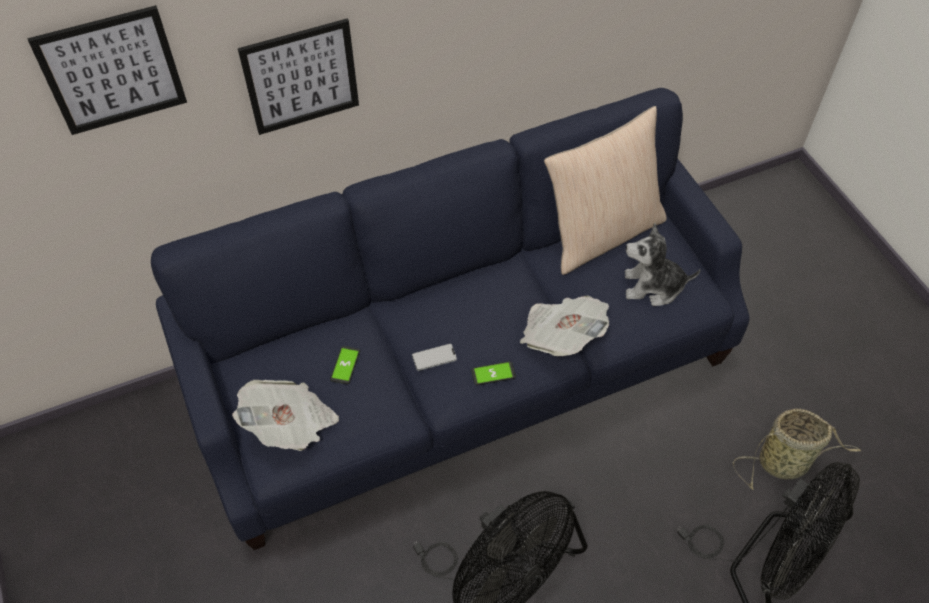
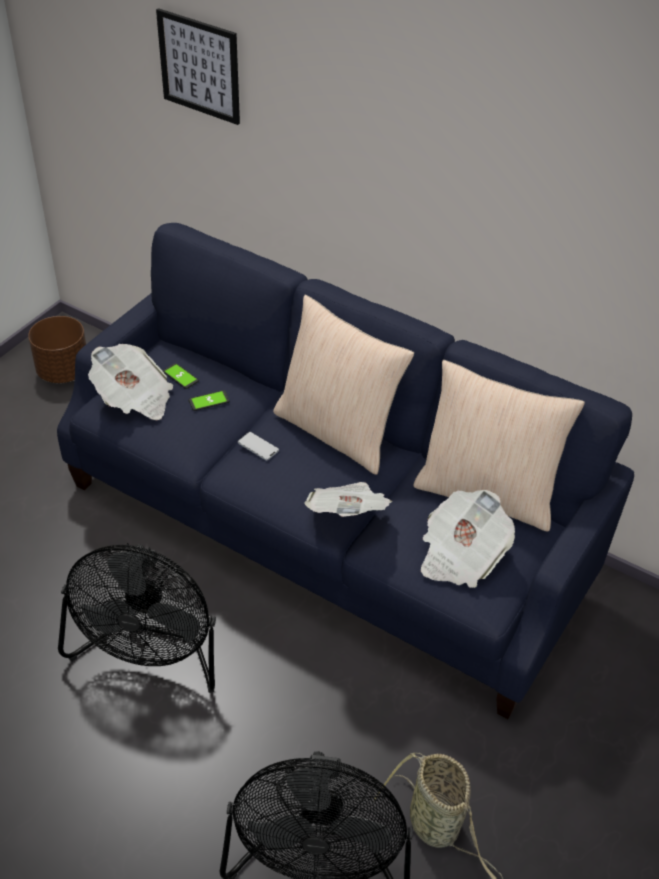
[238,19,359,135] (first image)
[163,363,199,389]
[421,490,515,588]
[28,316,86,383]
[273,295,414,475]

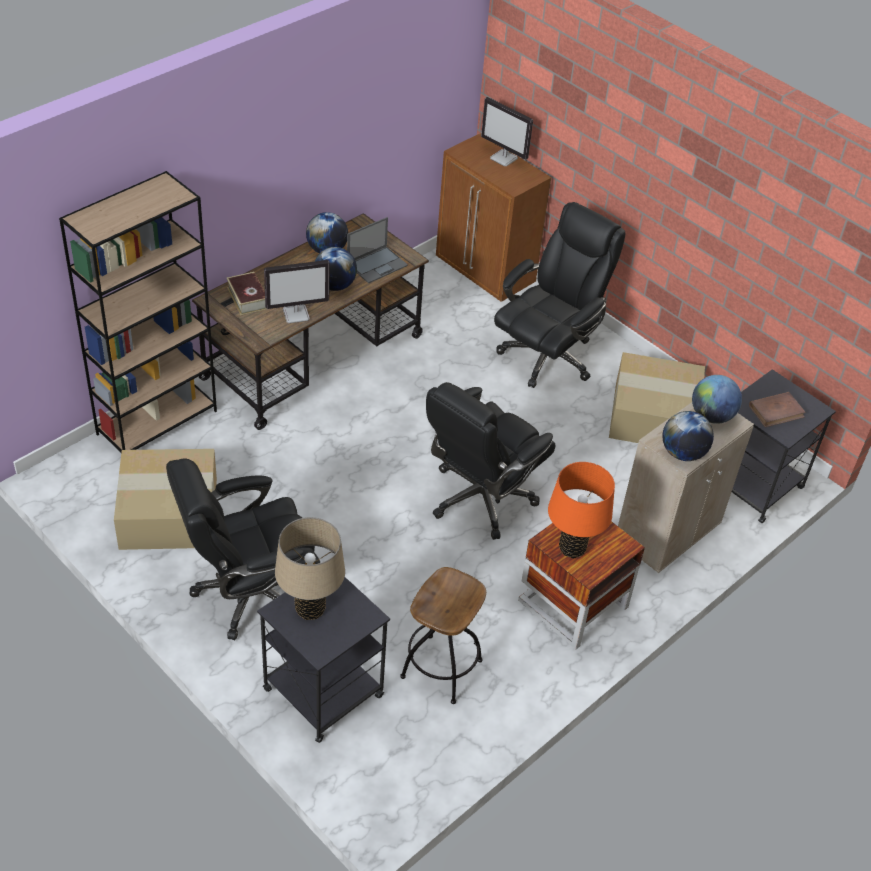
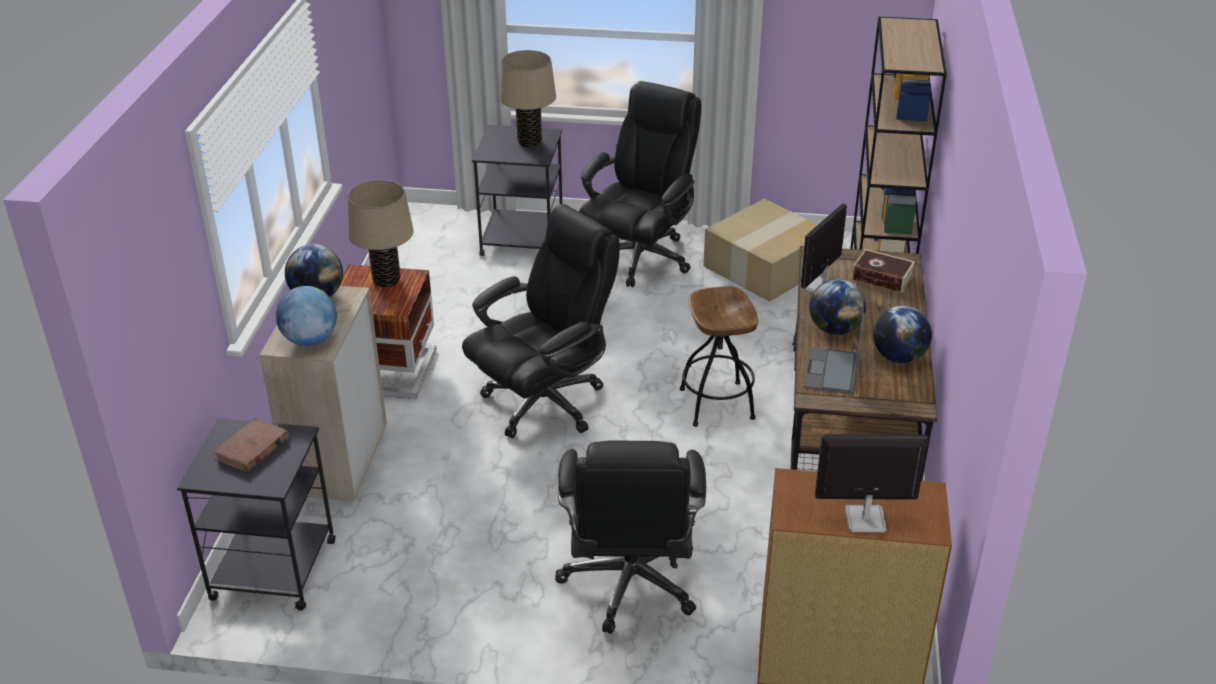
[680,286,758,427]
[462,204,620,438]
[348,180,414,288]
[609,352,705,443] (first image)

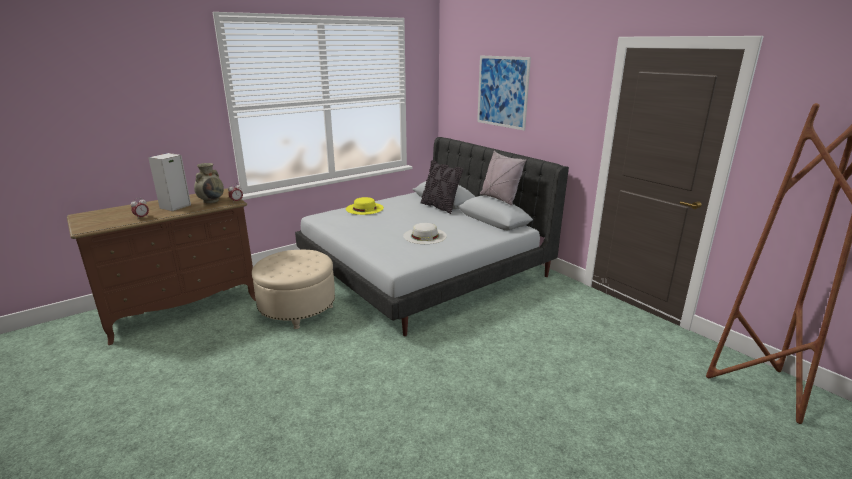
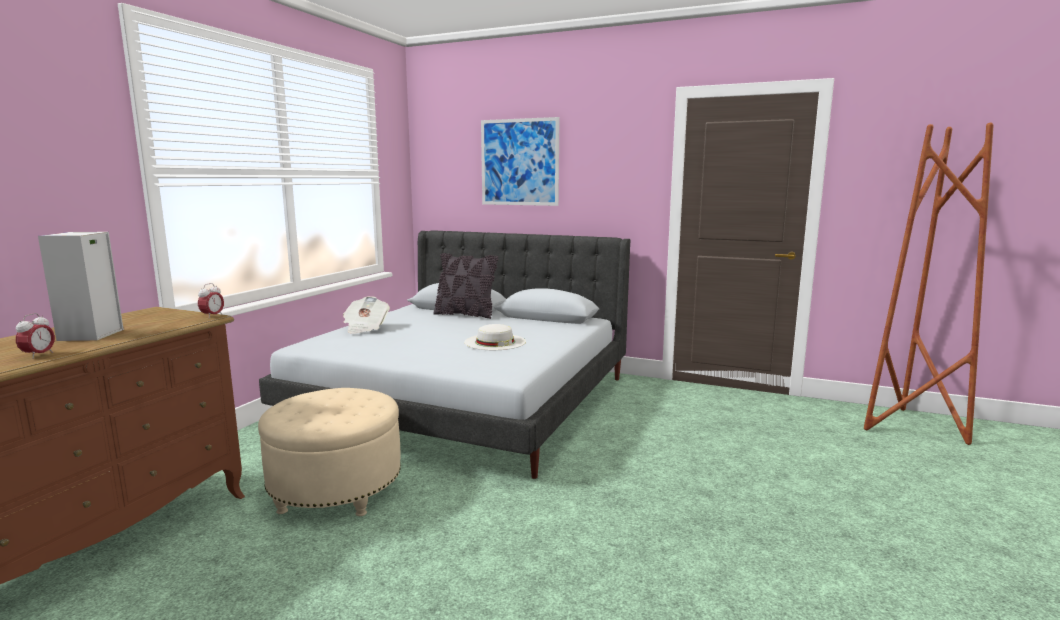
[194,163,224,203] (first image)
[343,296,390,334]
[480,151,526,205] (first image)

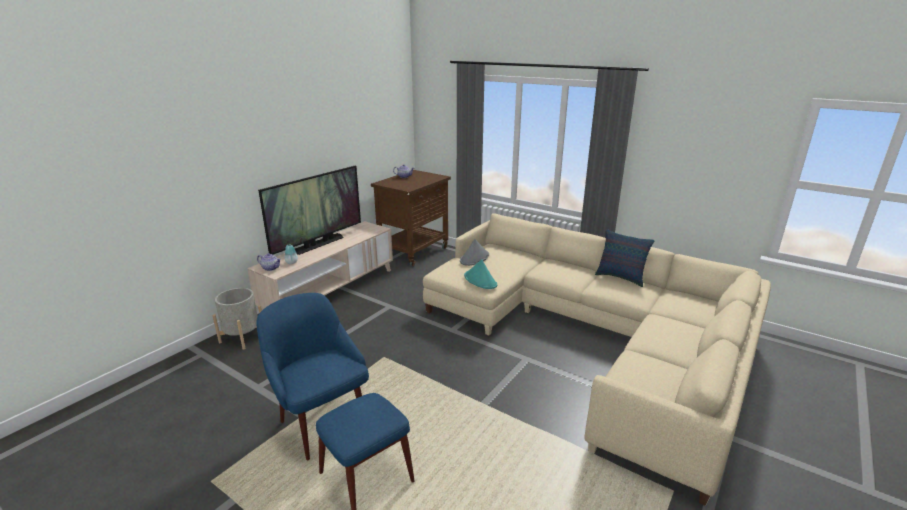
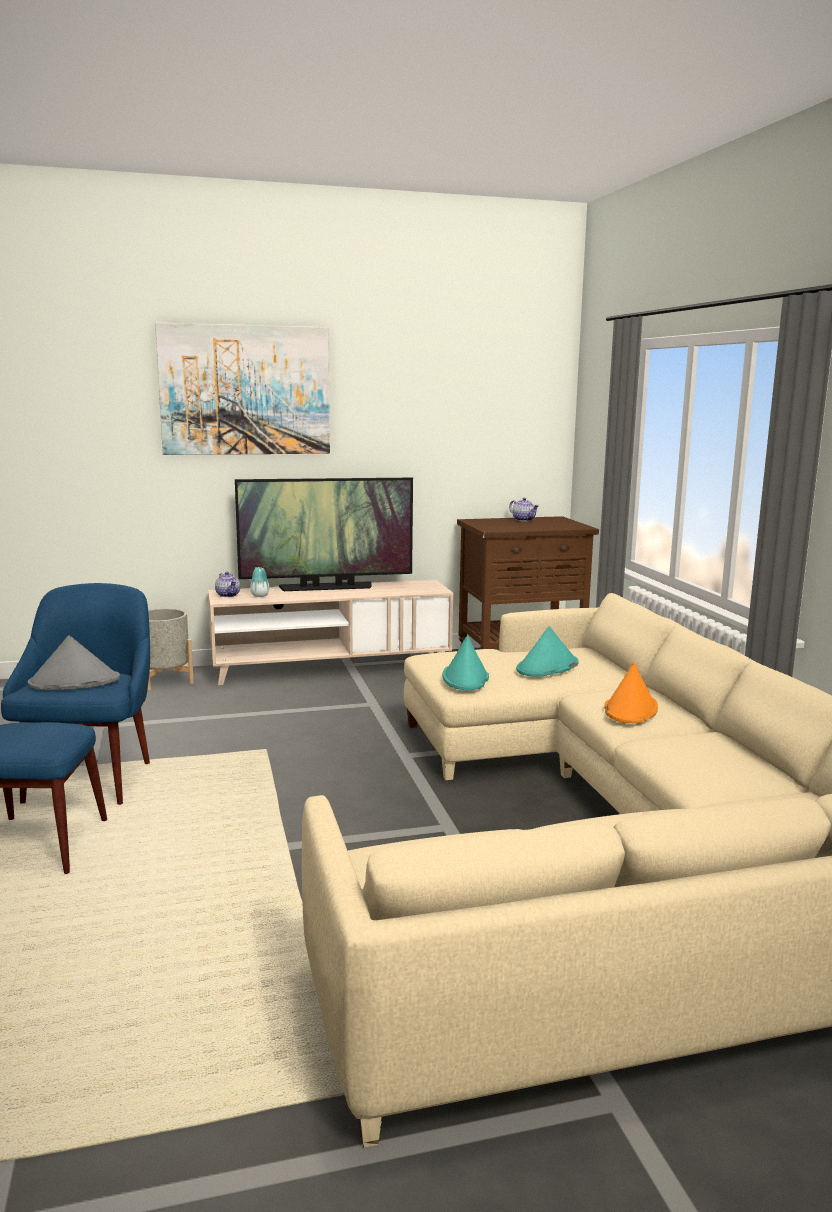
[28,635,120,690]
[595,229,655,287] (first image)
[155,323,330,455]
[516,626,579,677]
[604,662,658,723]

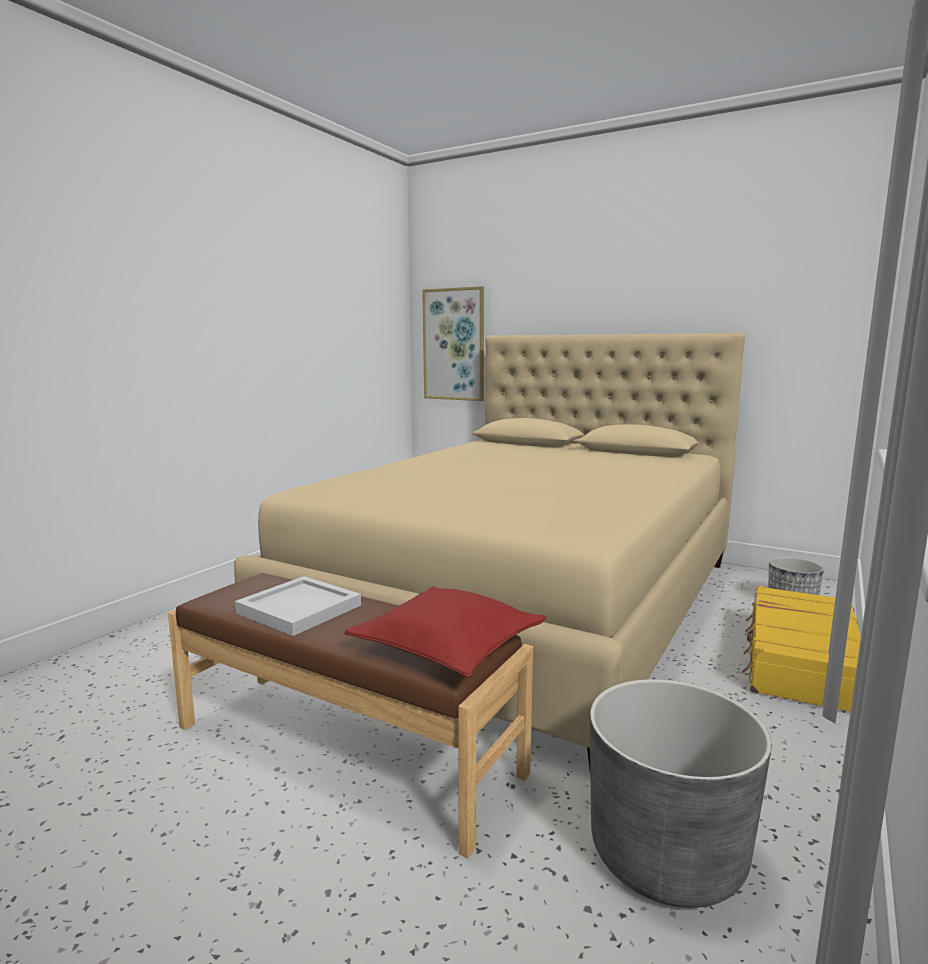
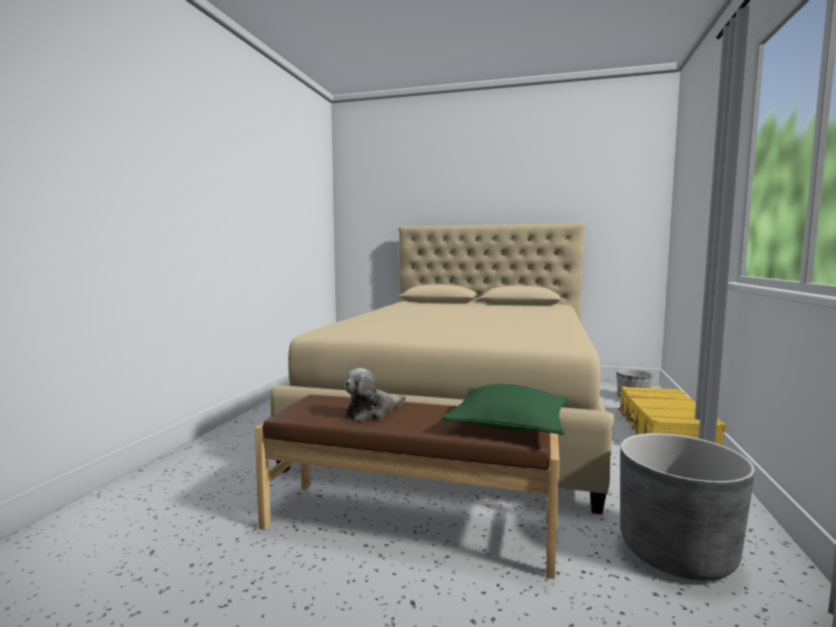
[344,368,406,422]
[442,384,569,435]
[422,286,484,401] (first image)

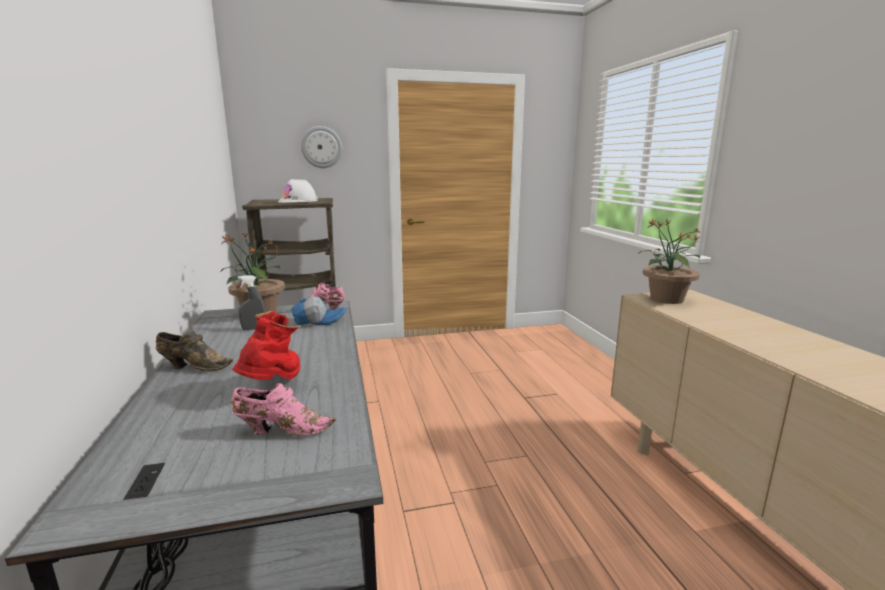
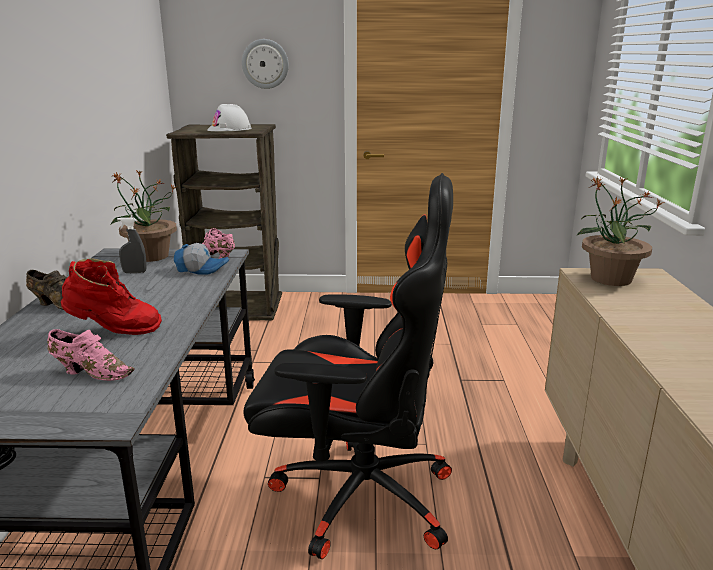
[61,258,162,335]
[243,173,453,559]

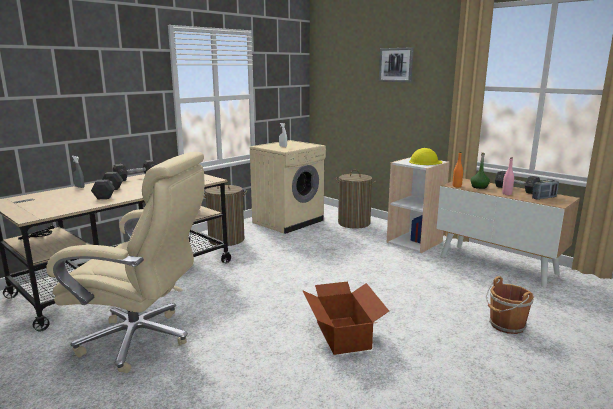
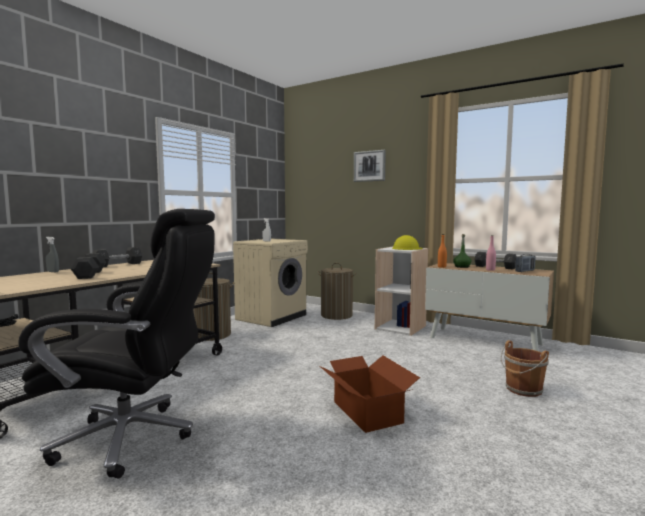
[18,209,215,478]

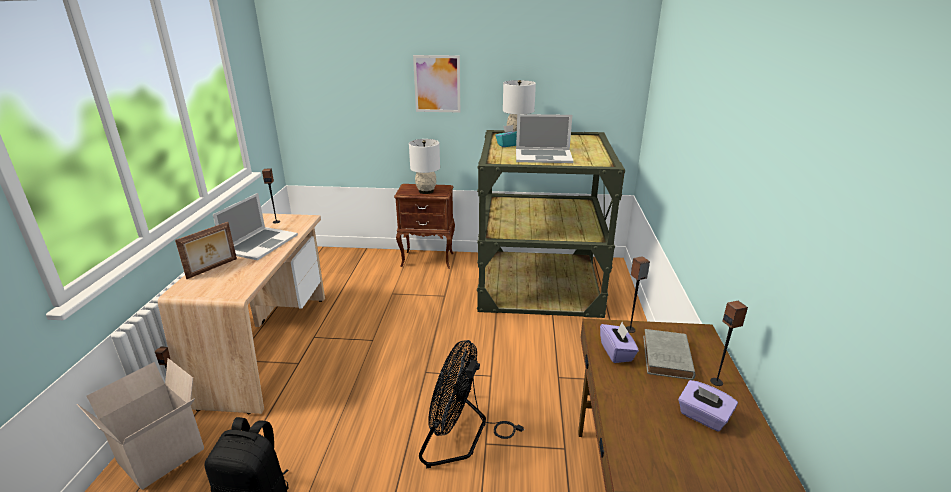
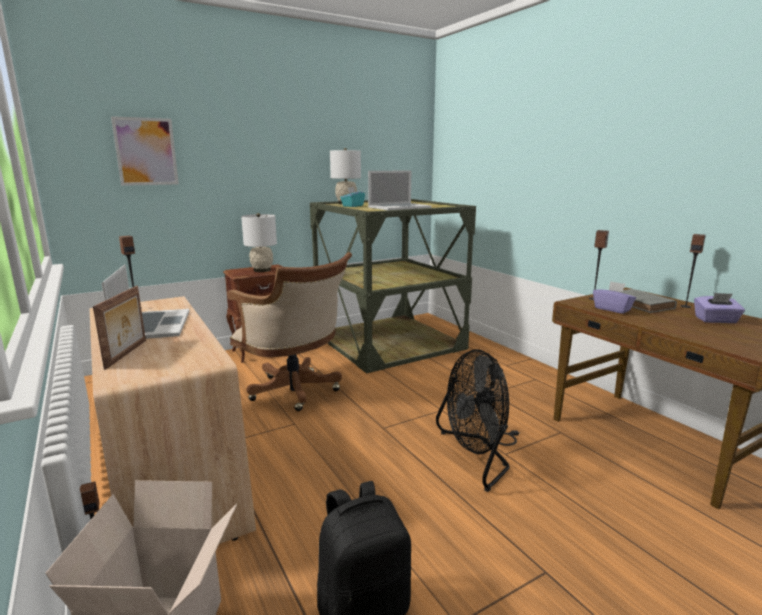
[111,116,179,186]
[227,252,352,411]

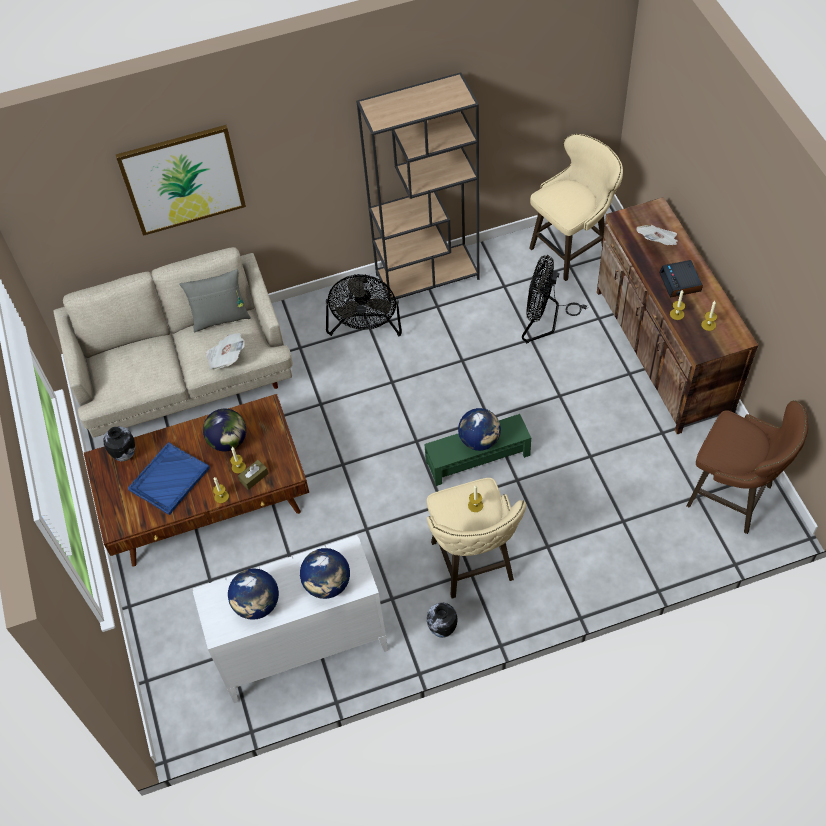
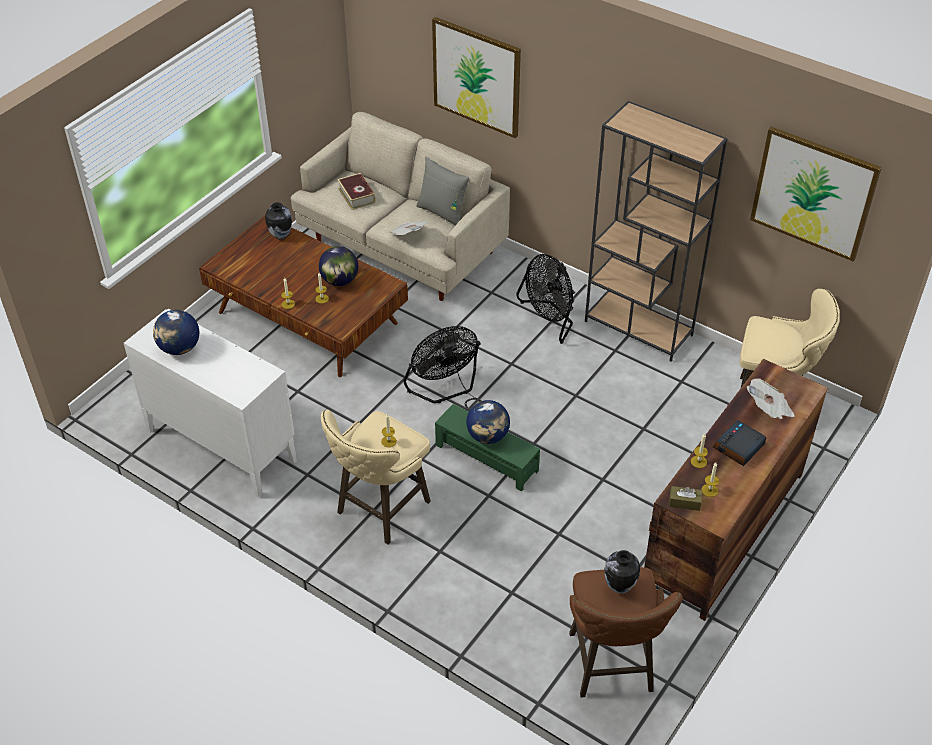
[128,442,210,515] (first image)
[669,486,702,511]
[300,548,350,599] (first image)
[604,550,640,593]
[403,326,481,410]
[337,173,376,210]
[750,127,882,262]

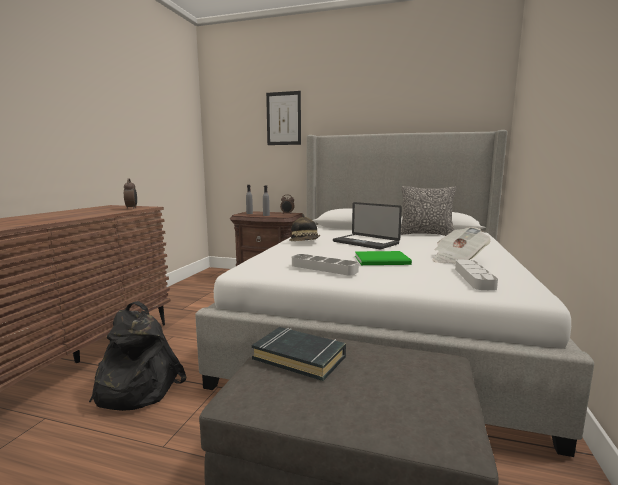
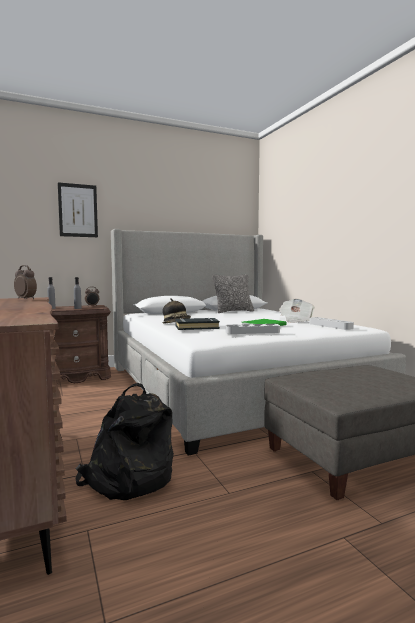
[175,318,220,330]
[333,202,402,249] (first image)

